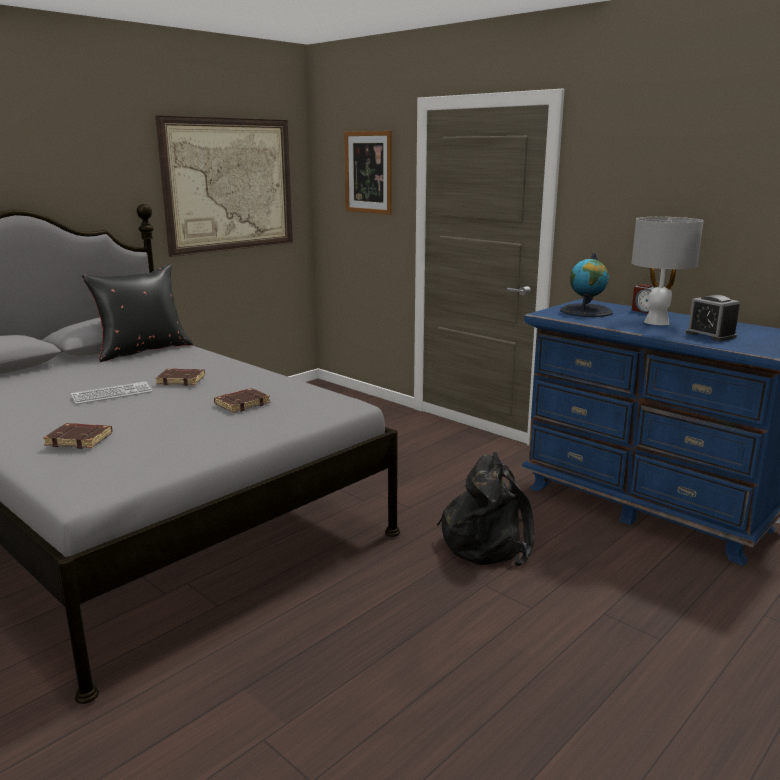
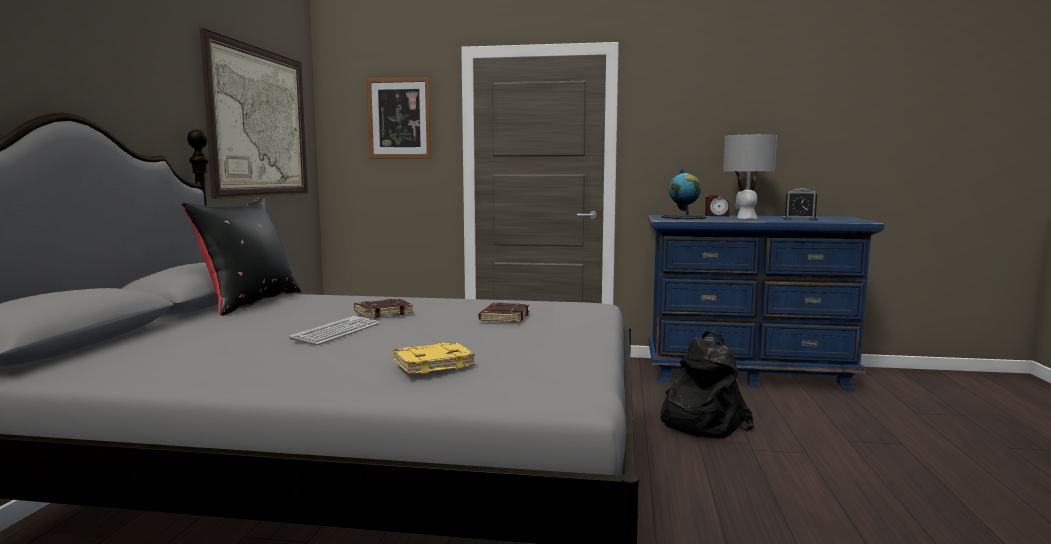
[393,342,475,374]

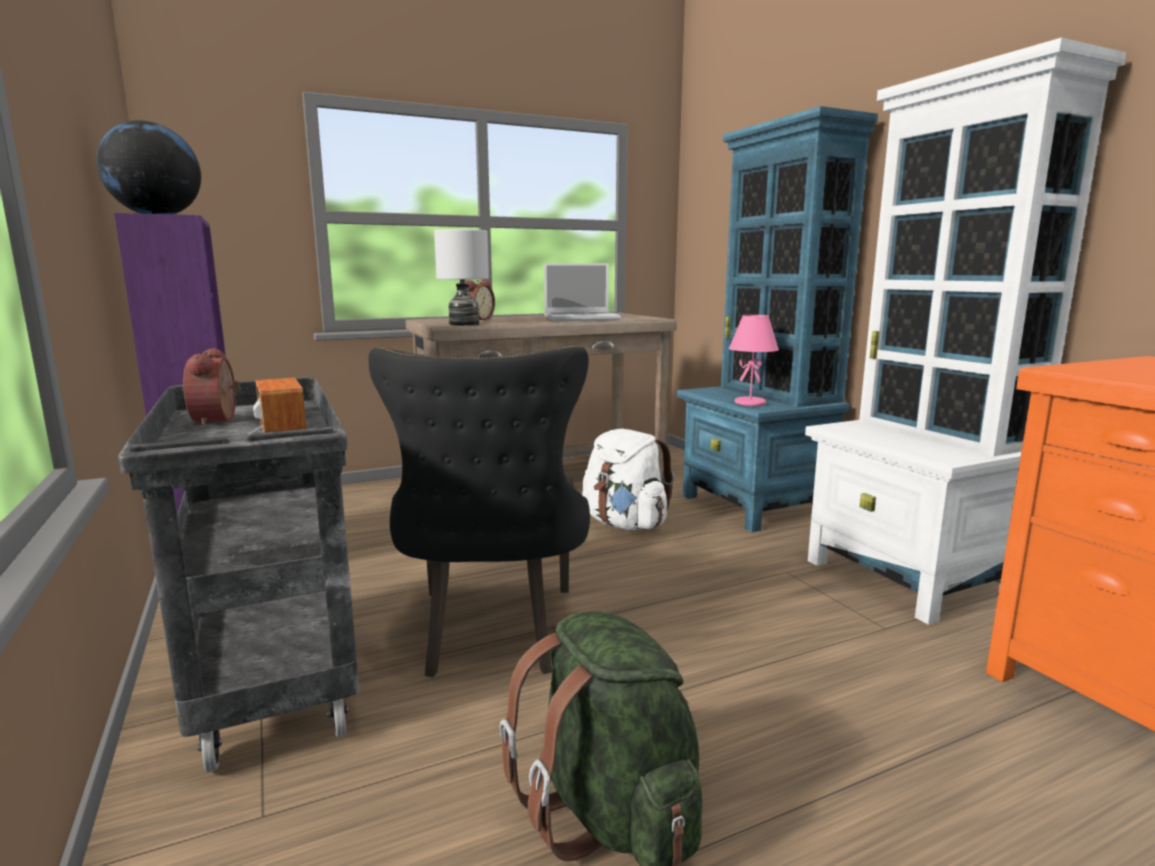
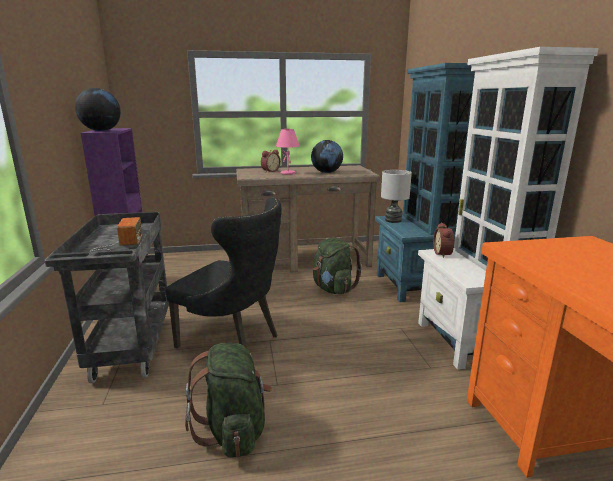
[433,223,454,258]
[166,197,282,349]
[381,170,412,223]
[311,140,343,173]
[313,238,362,294]
[276,129,300,175]

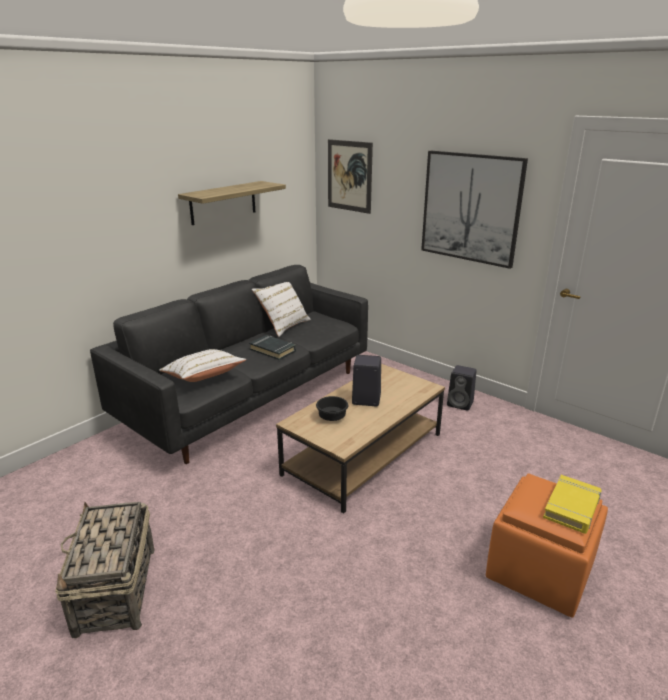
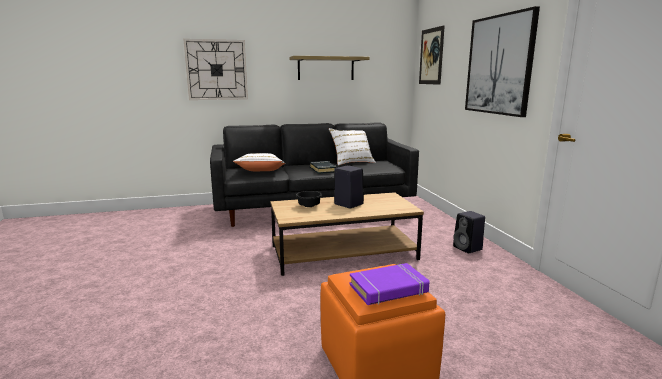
[55,502,155,638] (first image)
[350,263,430,305]
[183,39,248,100]

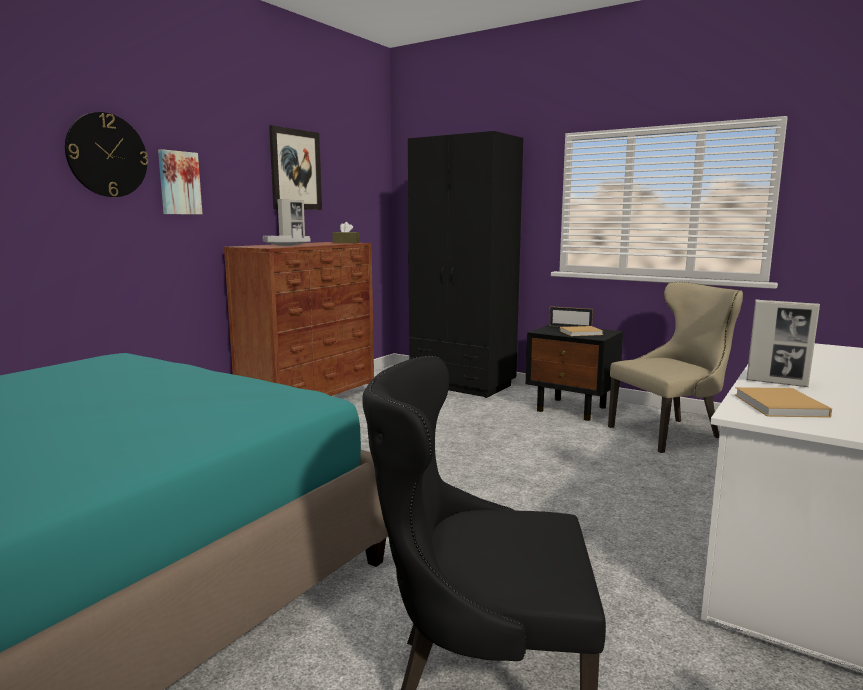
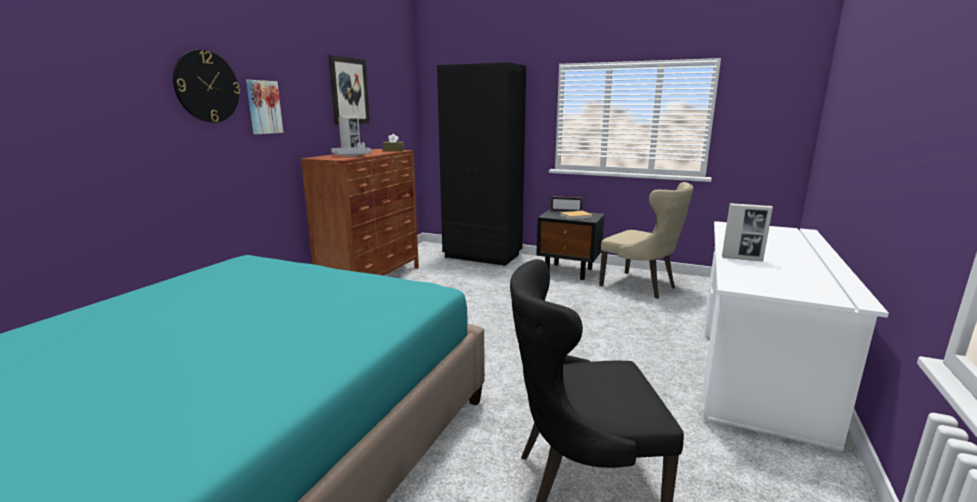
[599,182,693,299]
[735,387,832,418] (first image)

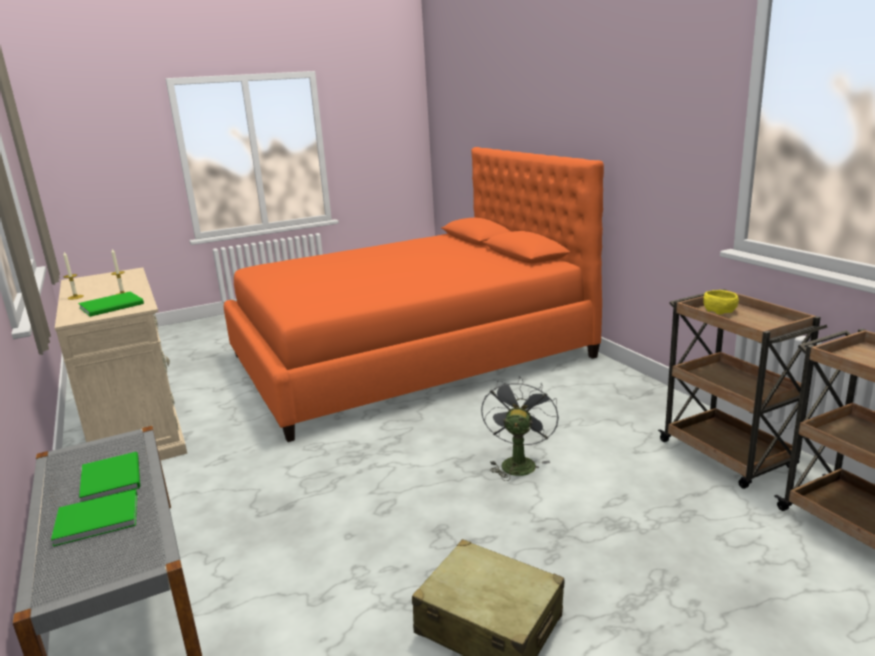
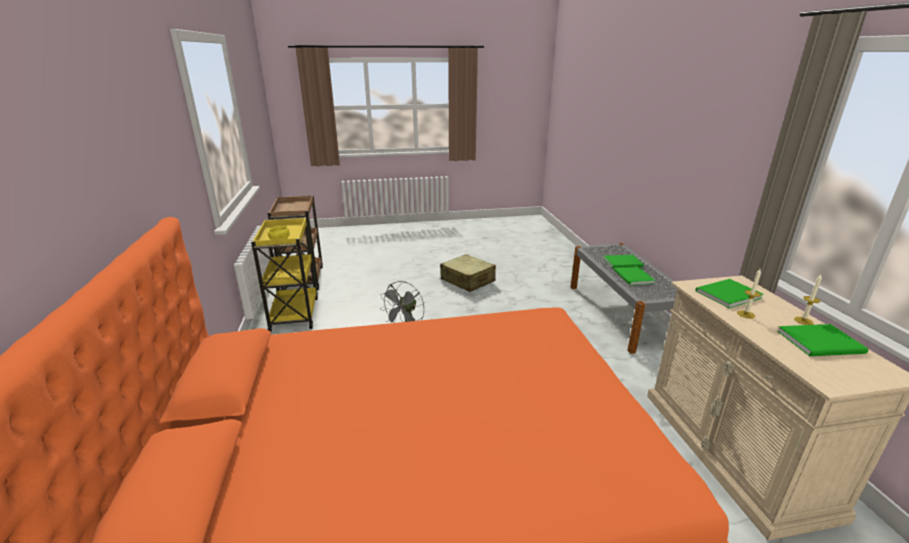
[251,217,318,332]
[777,324,869,356]

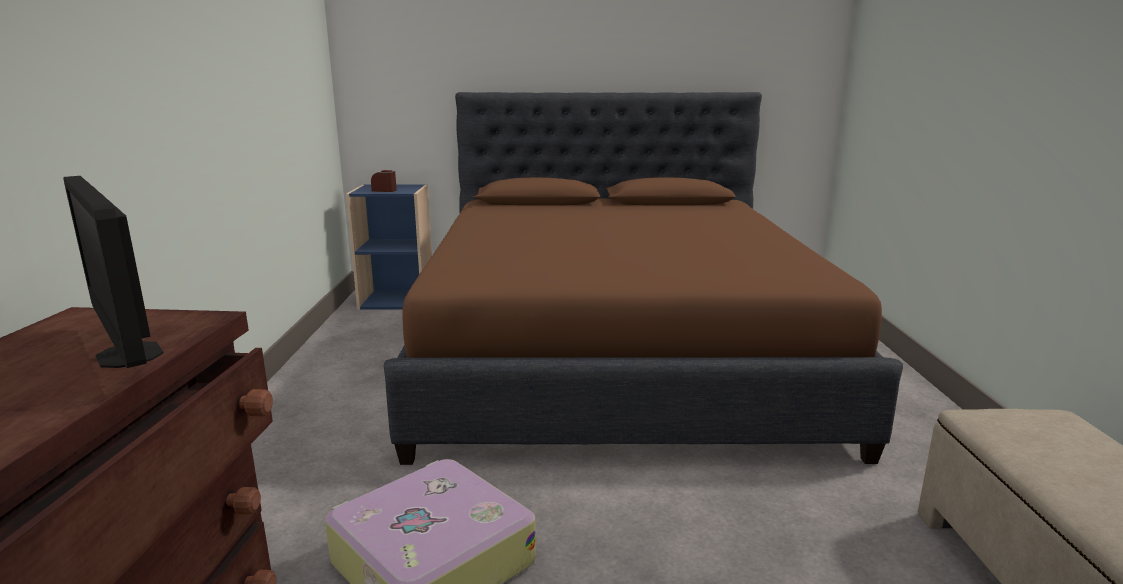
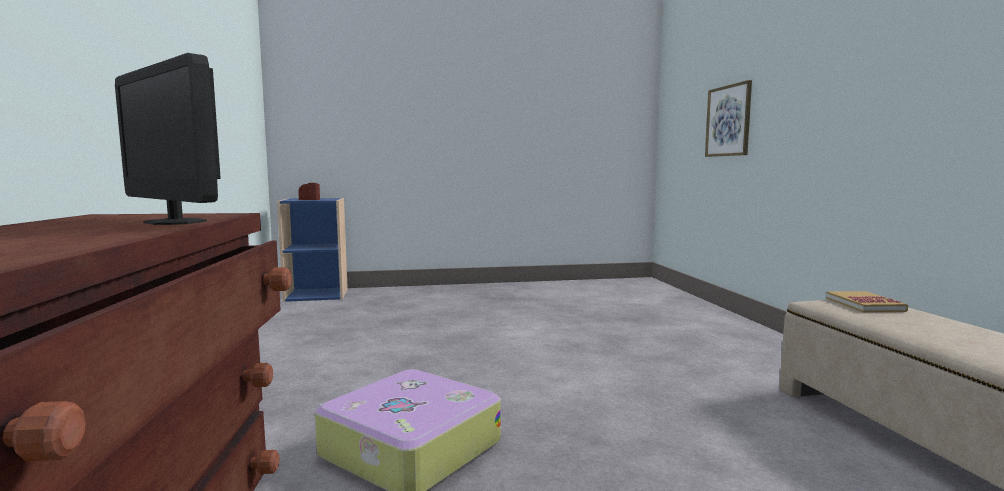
[384,92,903,465] (first image)
[705,80,752,157]
[826,291,908,312]

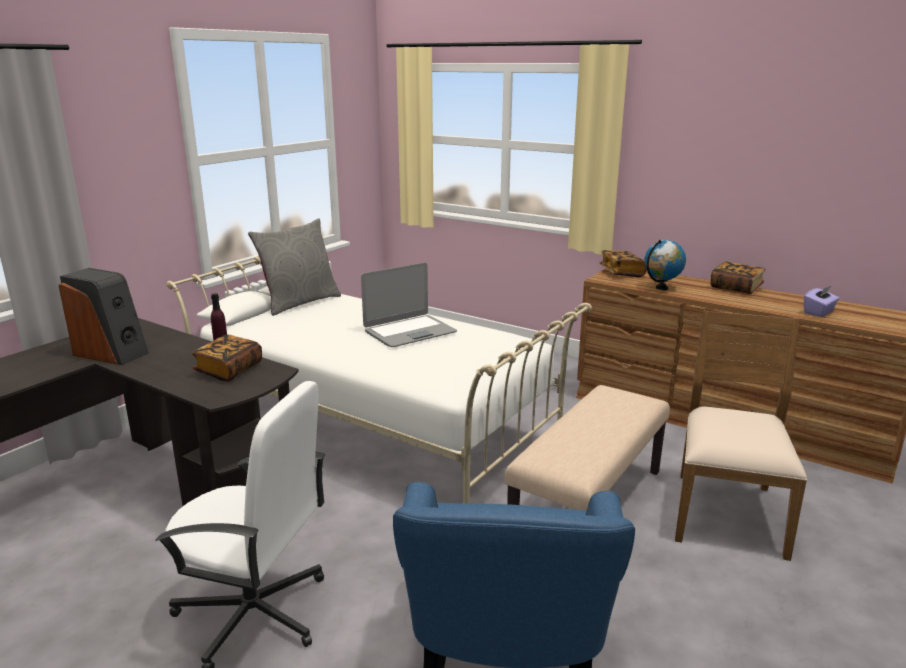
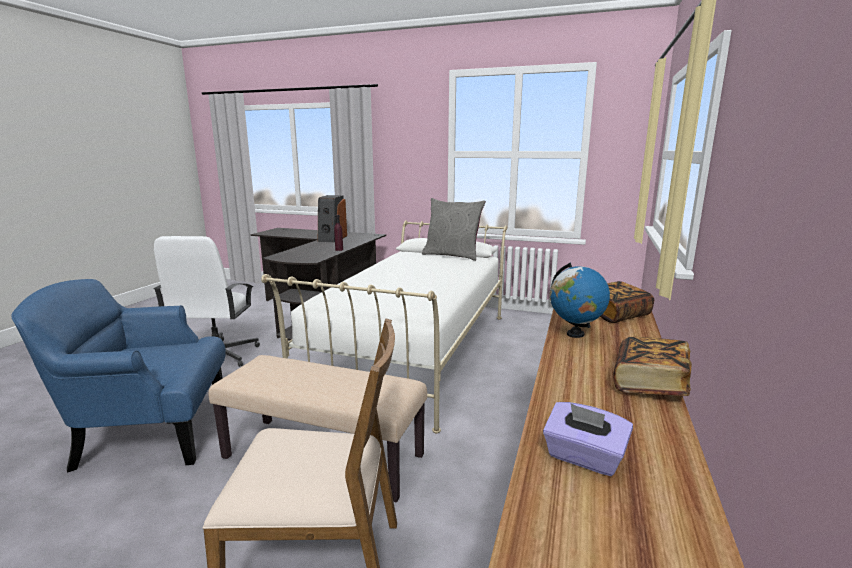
[192,334,262,381] (first image)
[361,263,457,347] (first image)

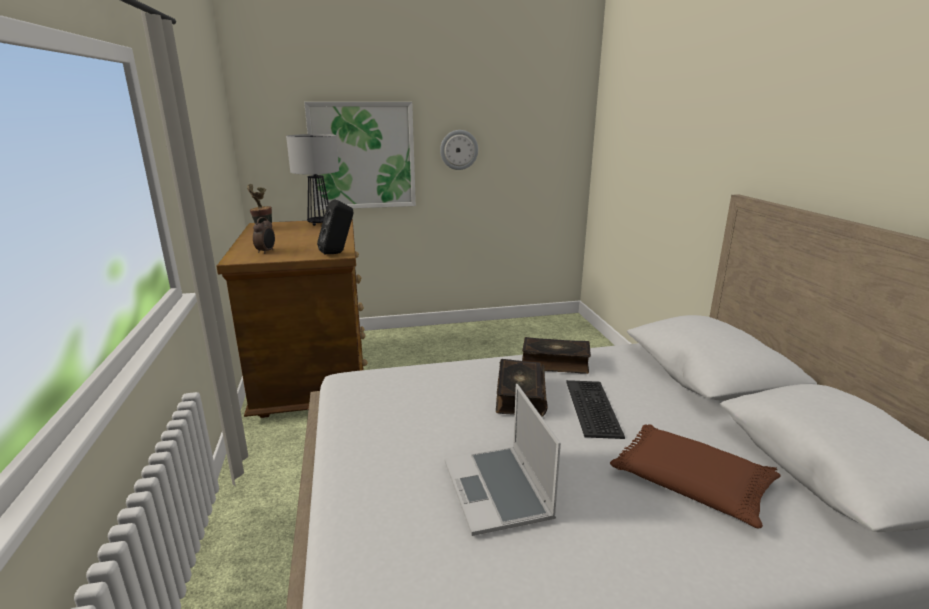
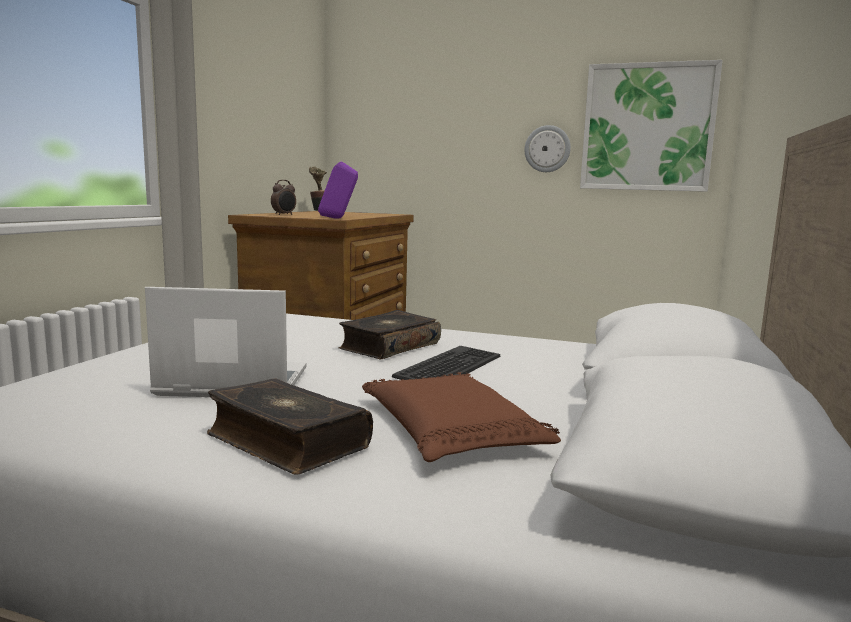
[286,134,339,226] (first image)
[580,60,723,192]
[318,162,358,218]
[145,287,307,397]
[207,378,373,475]

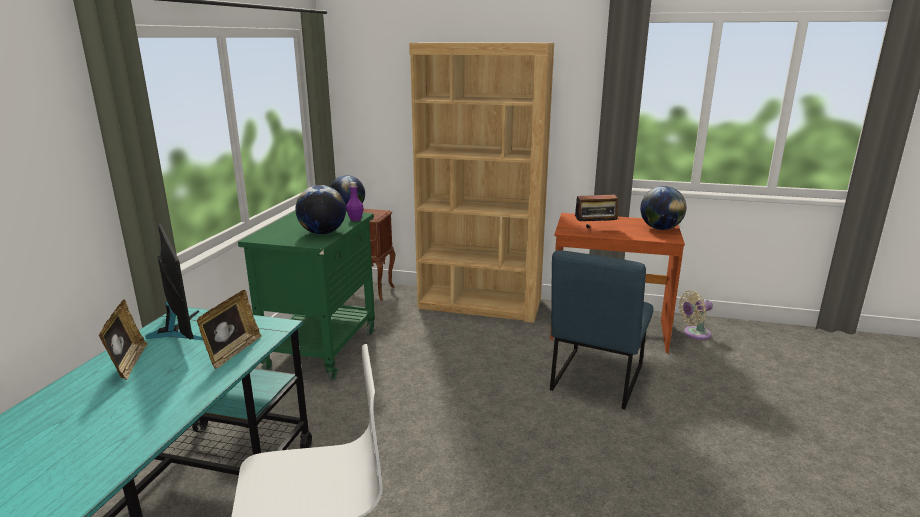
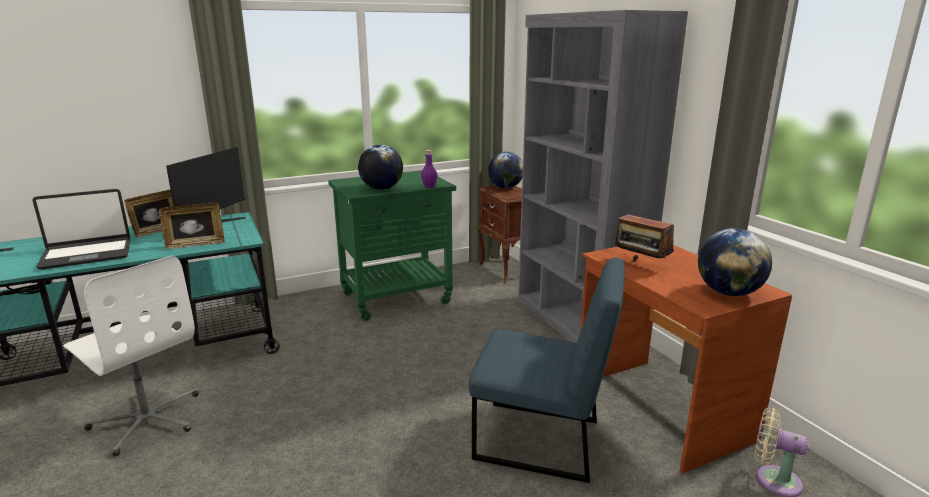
[518,10,688,343]
[469,257,625,483]
[32,189,131,270]

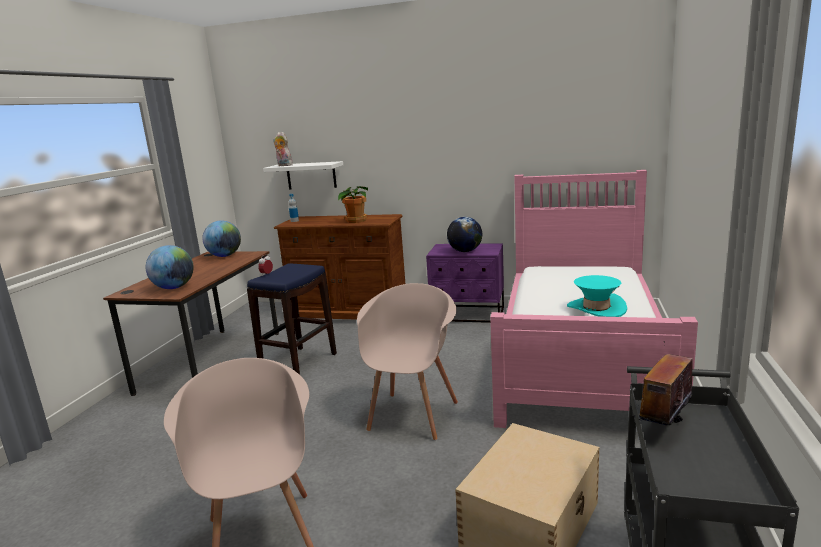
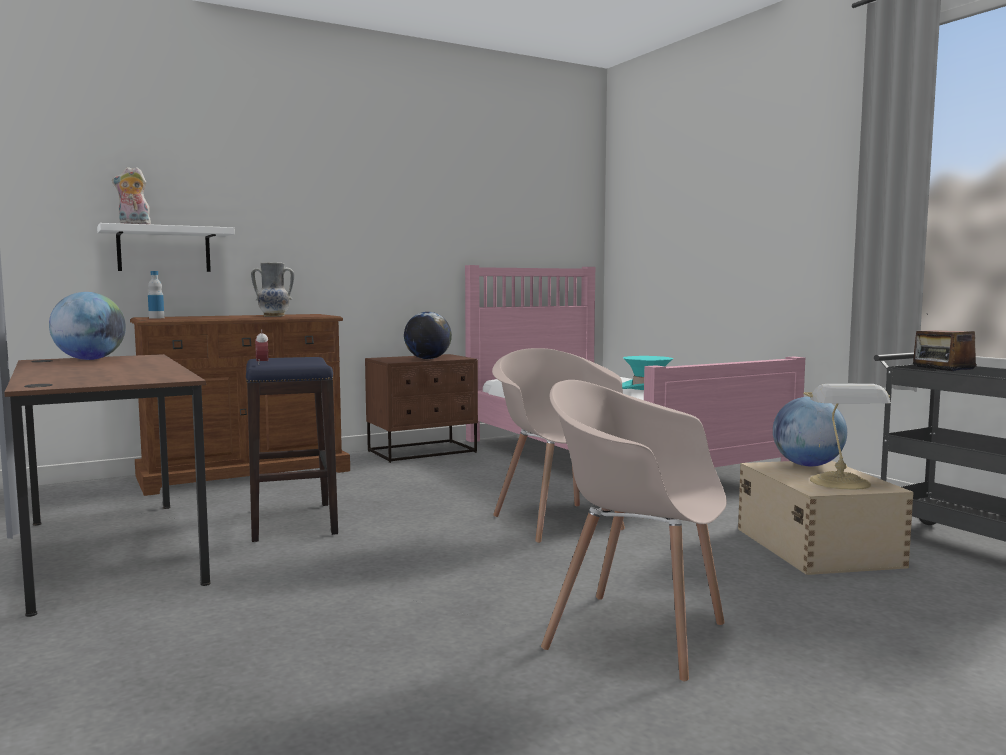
[773,397,847,466]
[251,262,294,317]
[365,354,478,463]
[803,384,891,490]

